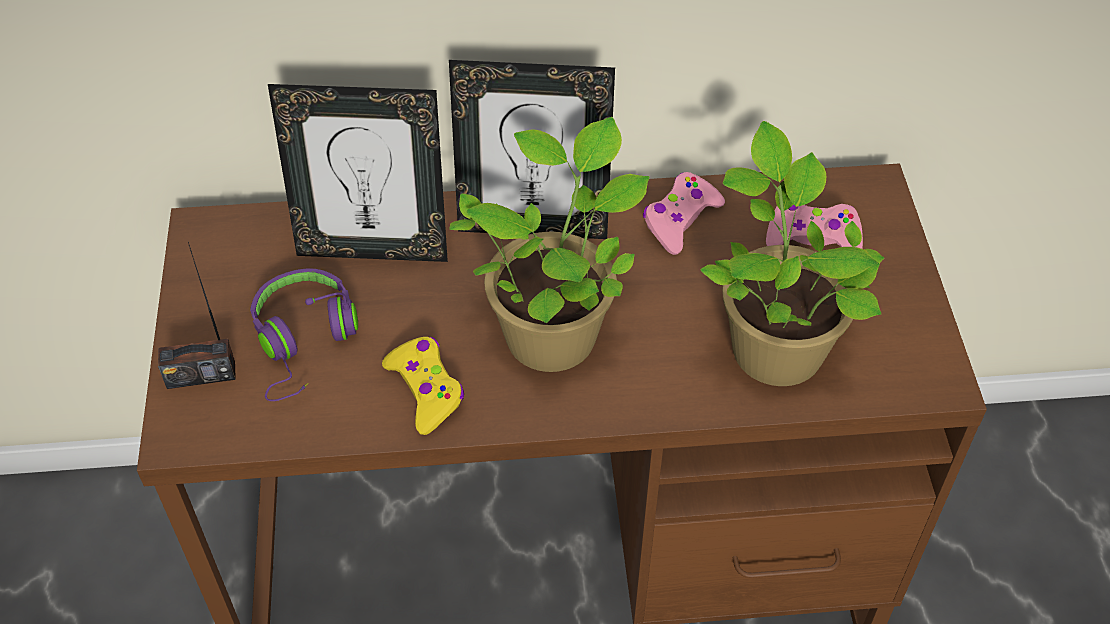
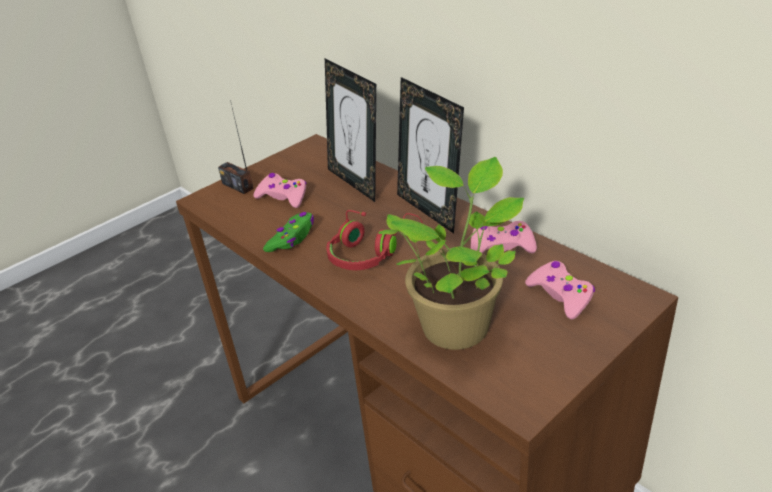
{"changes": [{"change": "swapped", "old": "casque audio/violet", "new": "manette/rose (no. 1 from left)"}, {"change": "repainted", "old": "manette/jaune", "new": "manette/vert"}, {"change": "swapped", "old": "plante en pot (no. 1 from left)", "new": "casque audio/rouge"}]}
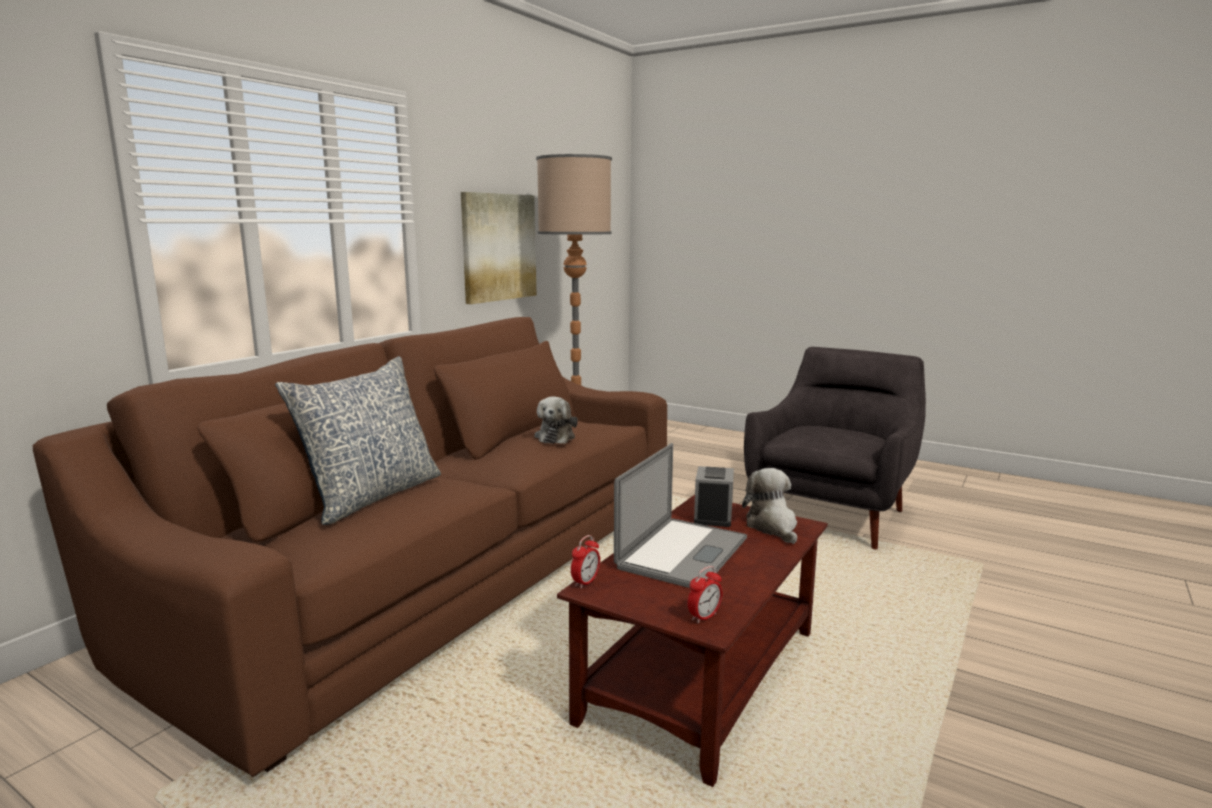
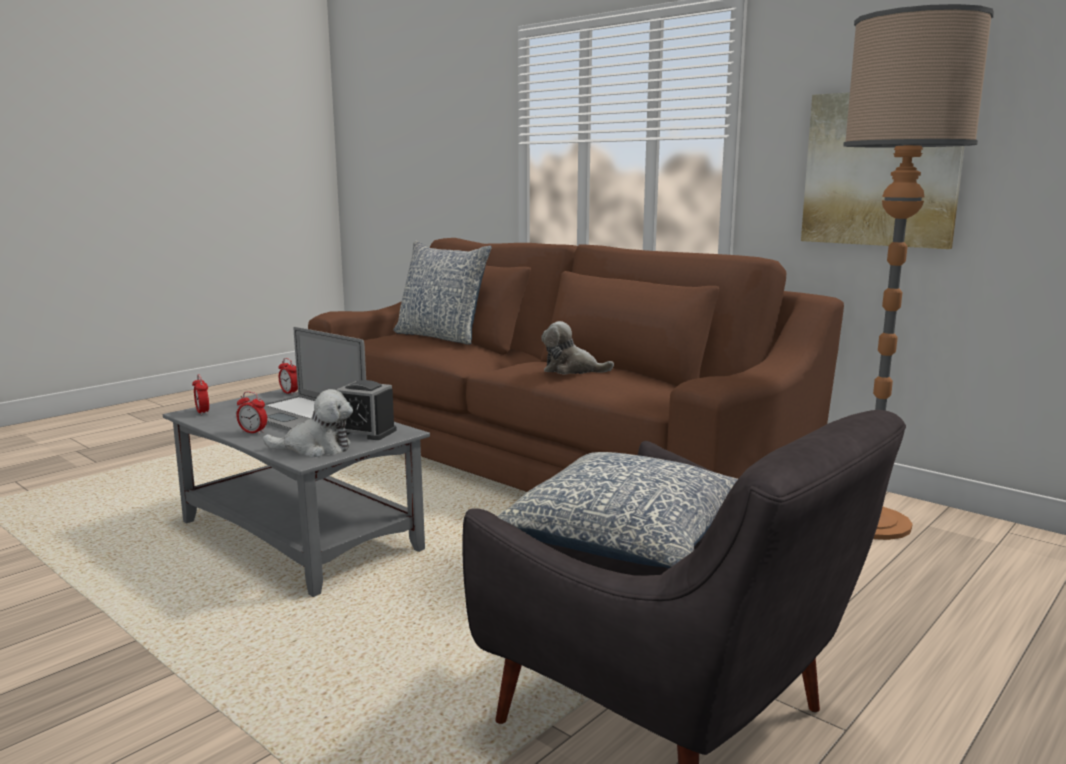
{"changes": [{"change": "repainted", "old": "table basse/marron", "new": "table basse/gris"}, {"change": "new", "new": "réveil (no. 2 from left)"}, {"change": "new", "new": "coussin (no. 2 from left)"}]}
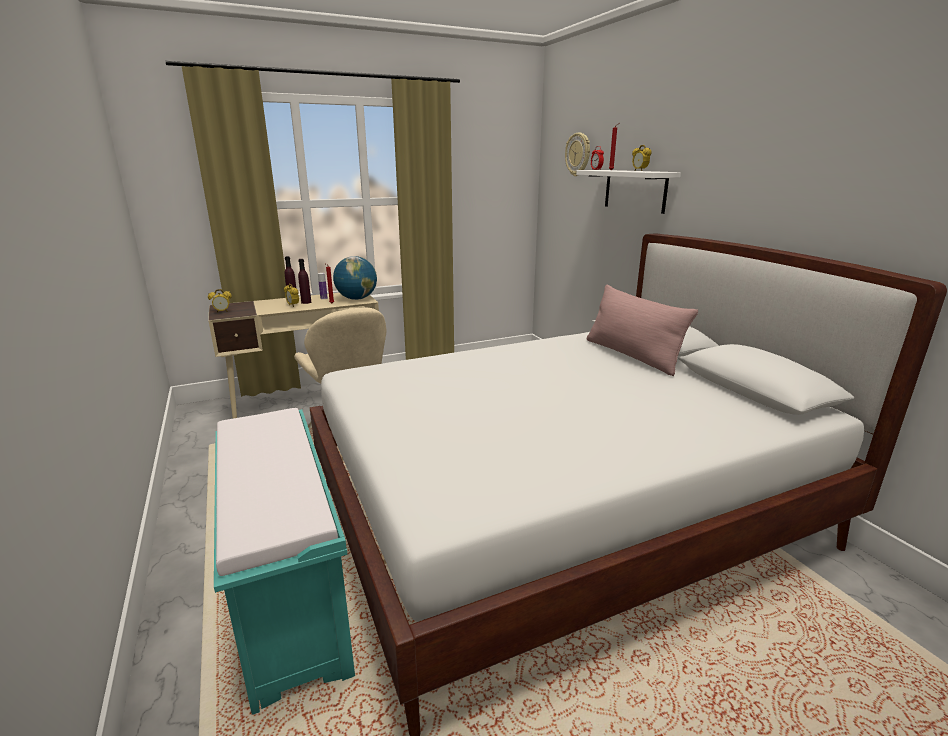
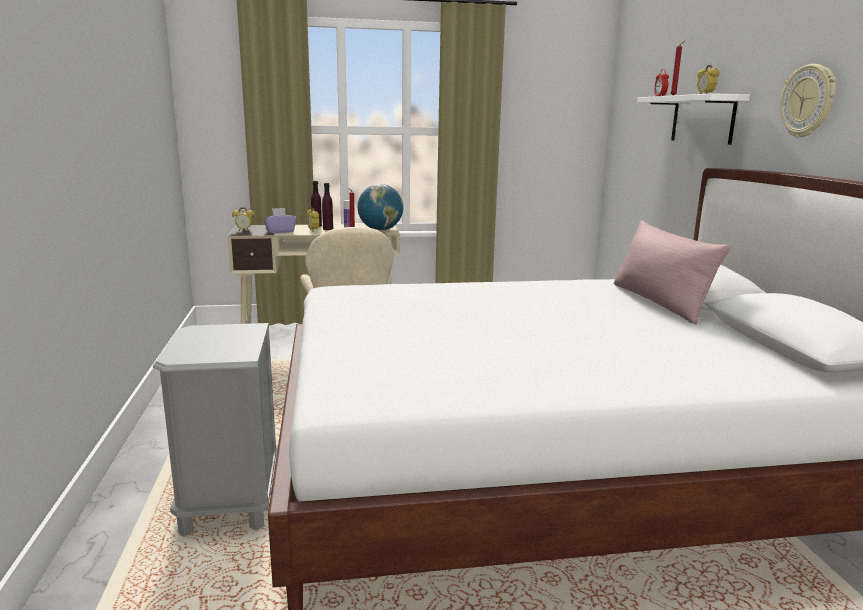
{"changes": [{"change": "swapped", "old": "banc/turquoise", "new": "table de chevet/gris"}, {"change": "new", "new": "boîte à mouchoirs/violet"}, {"change": "shifted", "old": "horloge murale"}]}
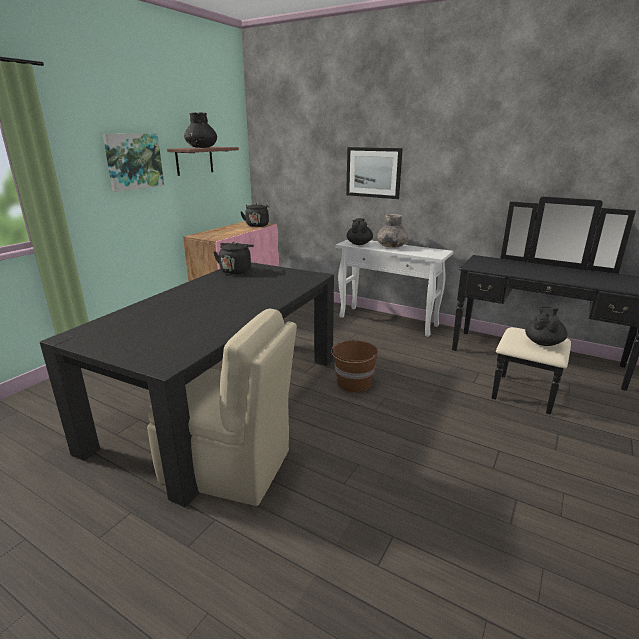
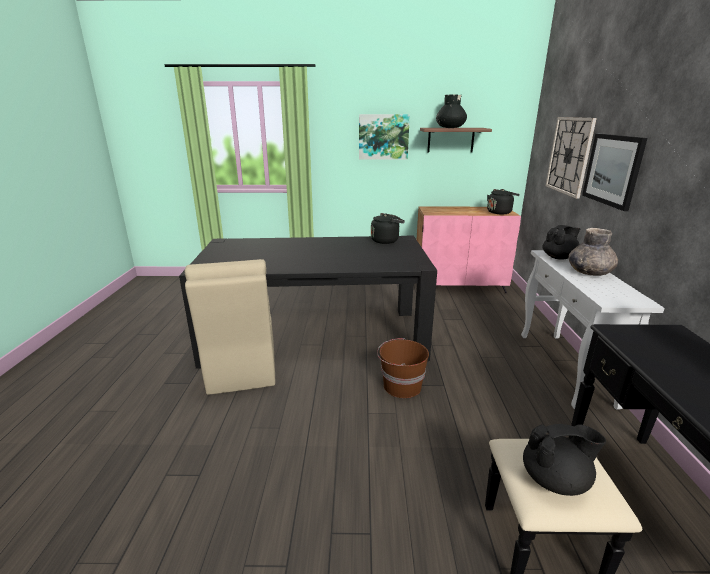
{"changes": [{"change": "new", "new": "horloge murale"}]}
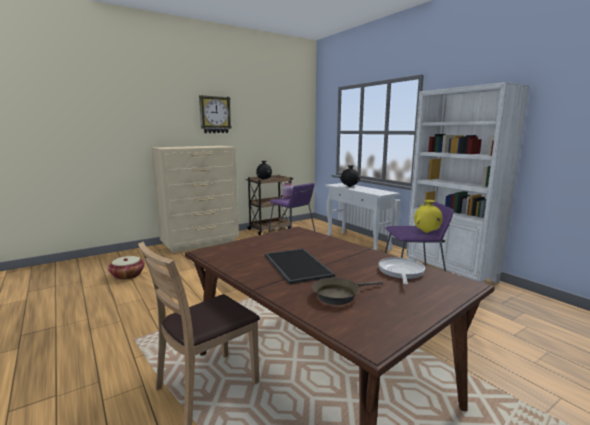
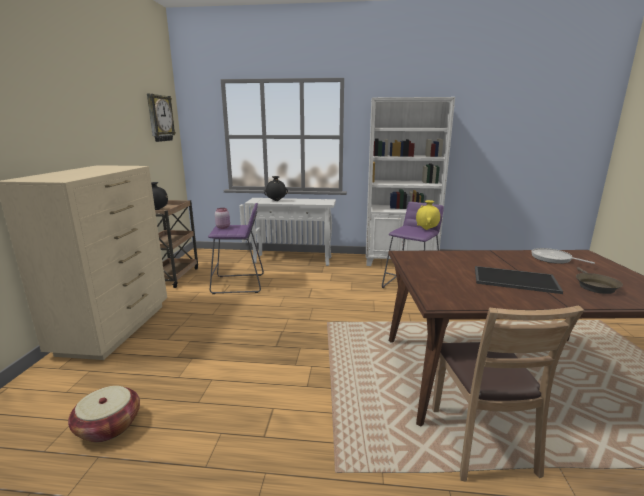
{"changes": [{"change": "shifted", "old": "horloge murale"}]}
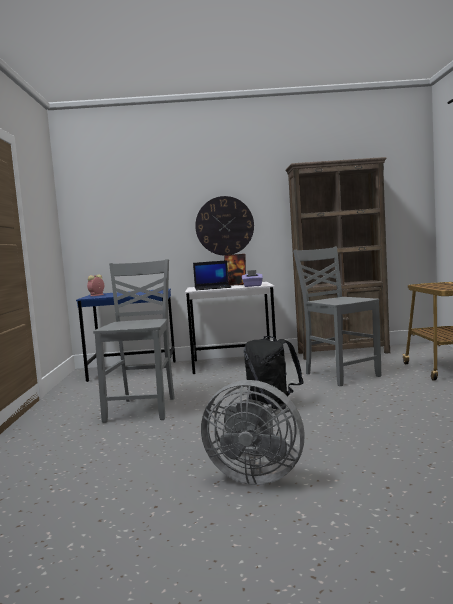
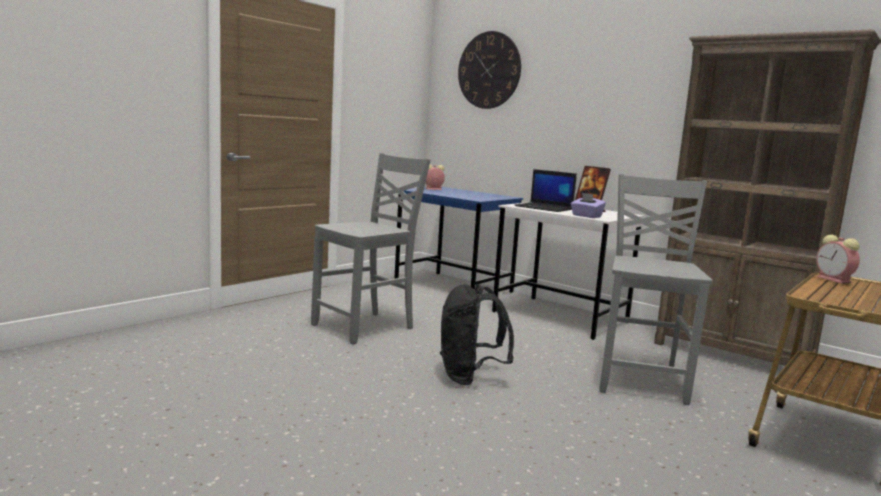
{"changes": [{"change": "shifted", "old": "horloge murale"}, {"change": "new", "new": "réveil (no. 2 from left)"}, {"change": "gone", "old": "ventilateur/gris"}]}
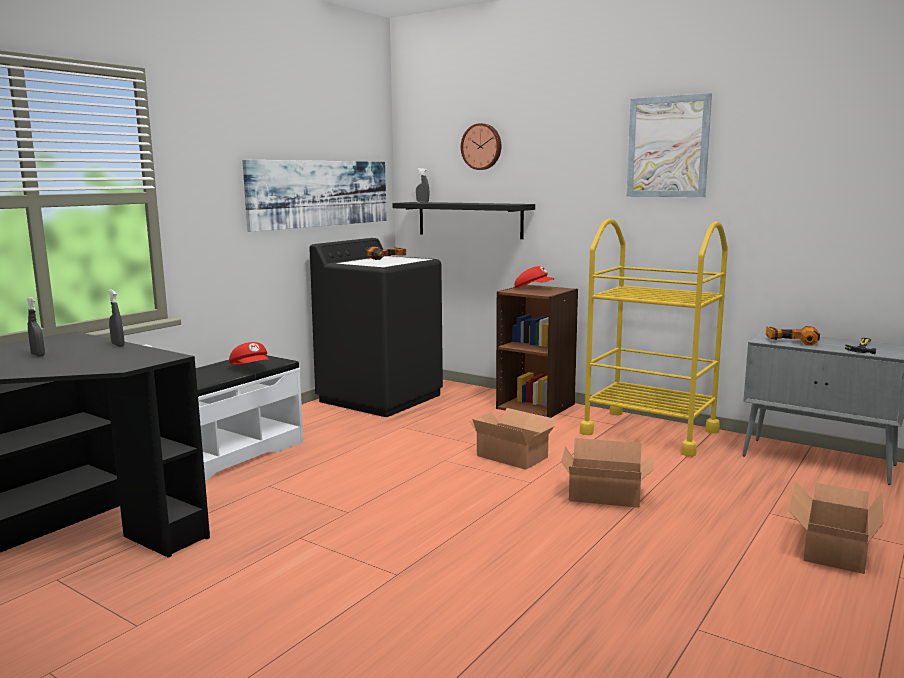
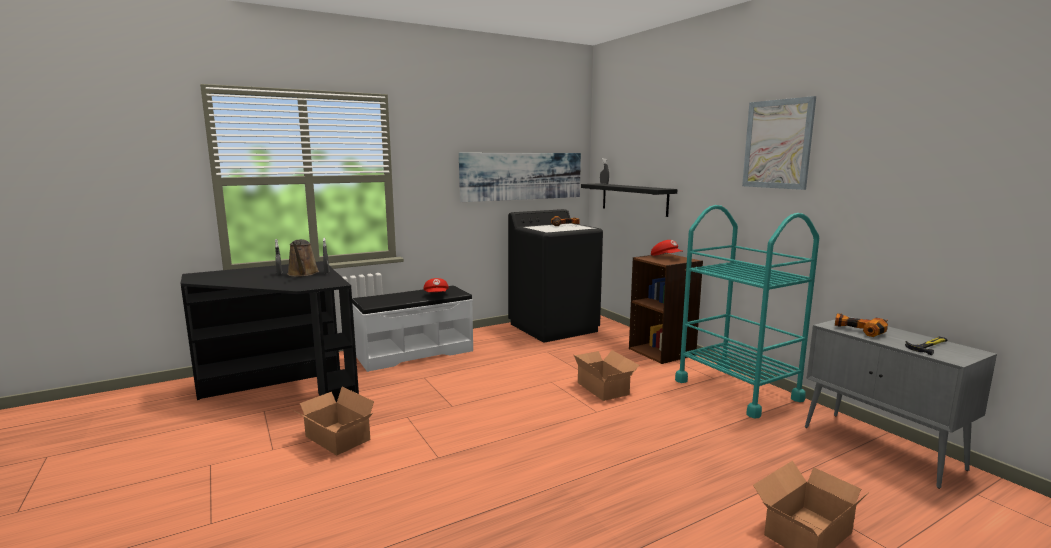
{"changes": [{"change": "new", "new": "arrosoir/marron"}, {"change": "shifted", "old": "carton (no. 2 from left in the first image)", "new": "carton (no. 1 from left)"}, {"change": "repainted", "old": "chariot/jaune", "new": "chariot/turquoise"}, {"change": "gone", "old": "horloge murale"}]}
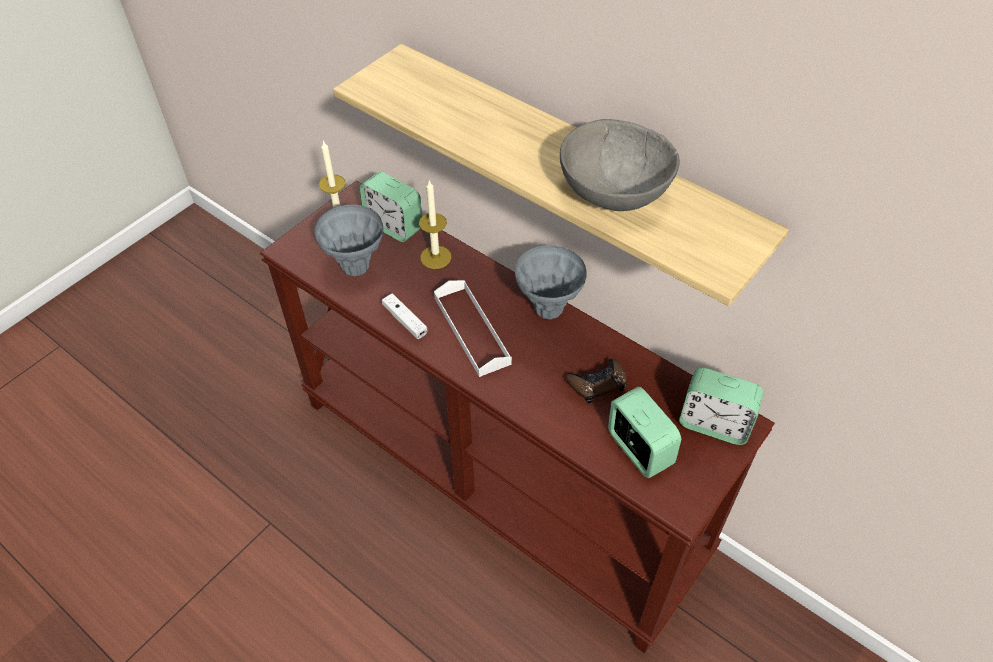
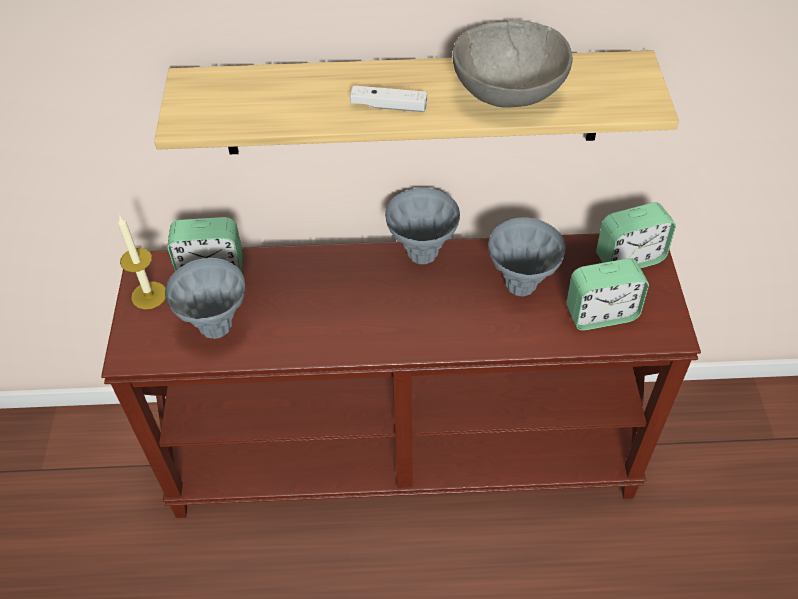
{"changes": [{"change": "shifted", "old": "manette/blanc"}, {"change": "swapped", "old": "manette/marron", "new": "vase/gris (no. 3 from left)"}, {"change": "rotated", "old": "réveil (no. 2 from left)", "degrees": 150}, {"change": "gone", "old": "bougie (no. 2 from left)"}, {"change": "gone", "old": "plateau/blanc"}]}
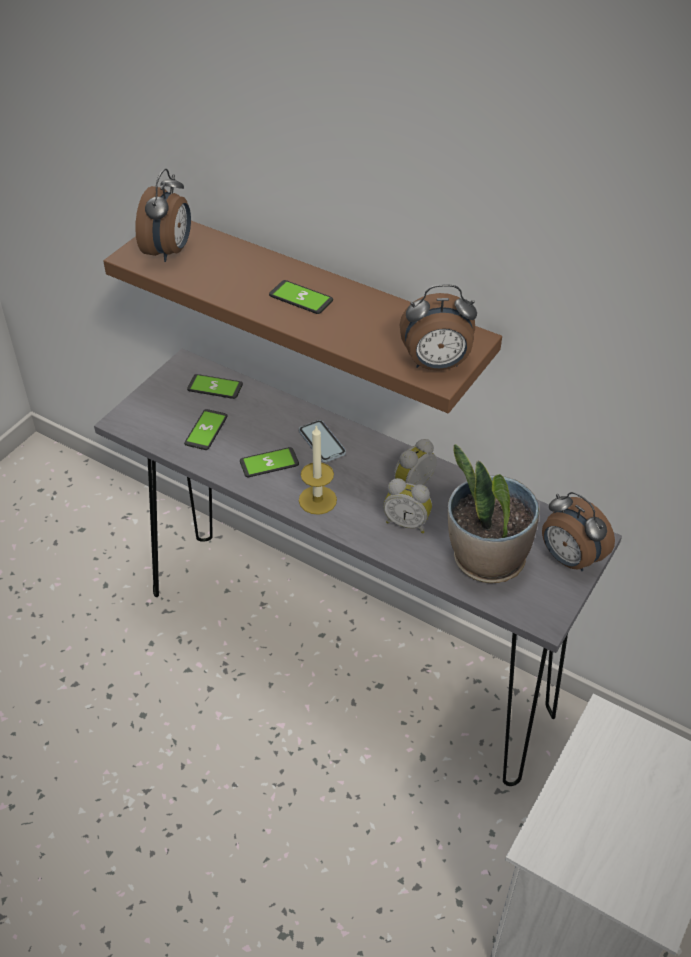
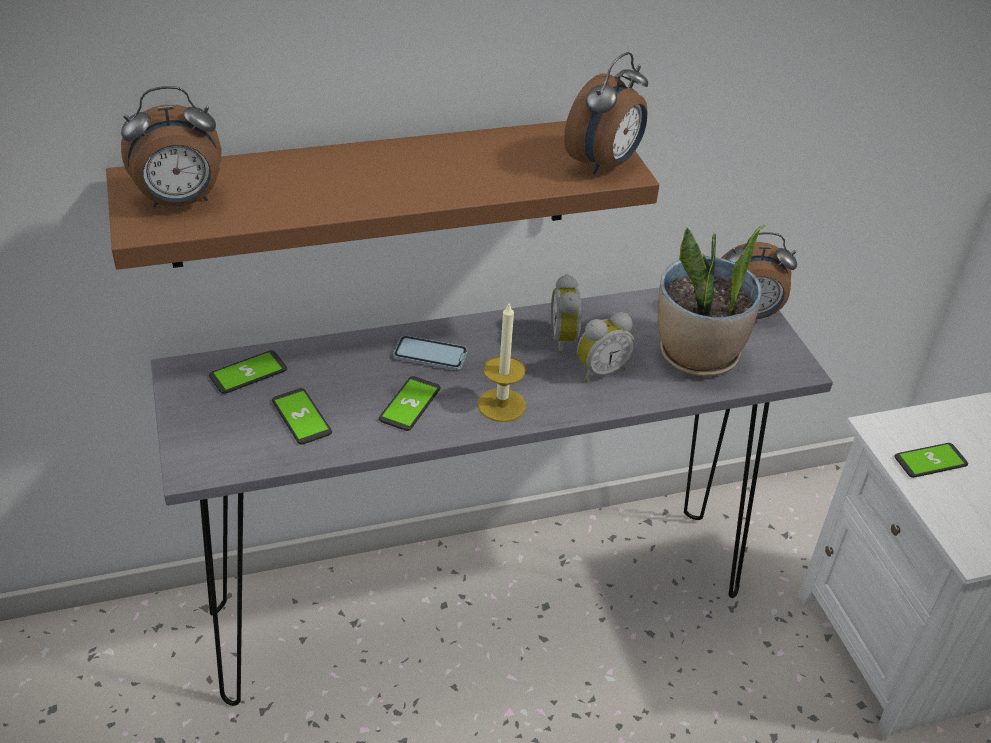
{"changes": [{"change": "rotated", "old": "réveil (no. 1 from left)", "degrees": 105}, {"change": "shifted", "old": "téléphone (no. 4 from left in the first image)", "new": "téléphone (no. 5 from left)"}]}
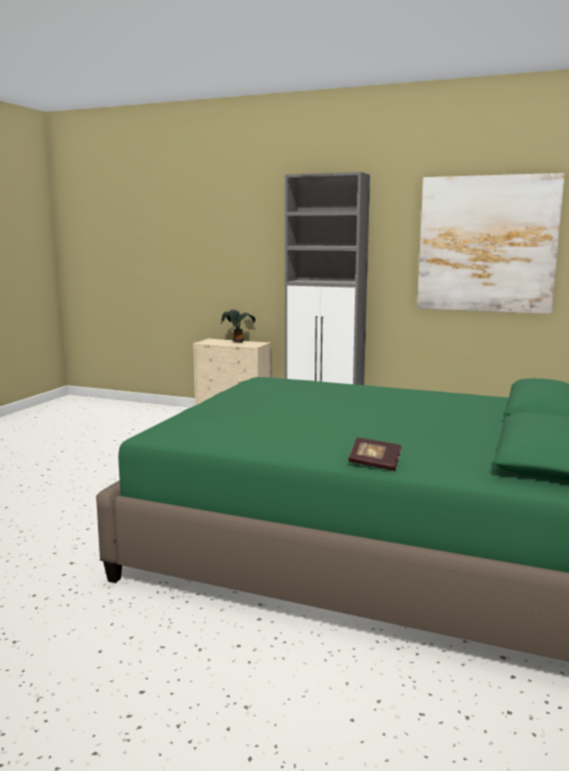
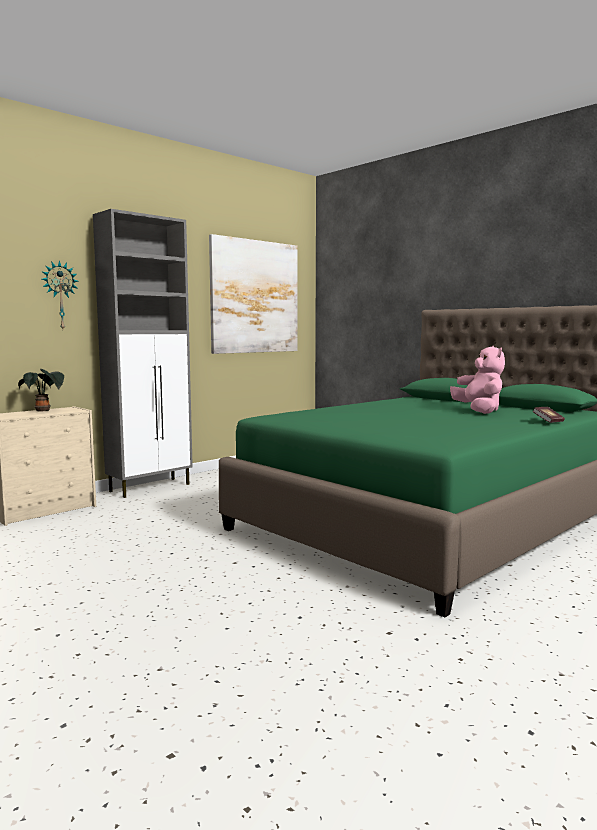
{"changes": [{"change": "new", "new": "horloge murale"}, {"change": "new", "new": "peluche/rose"}]}
